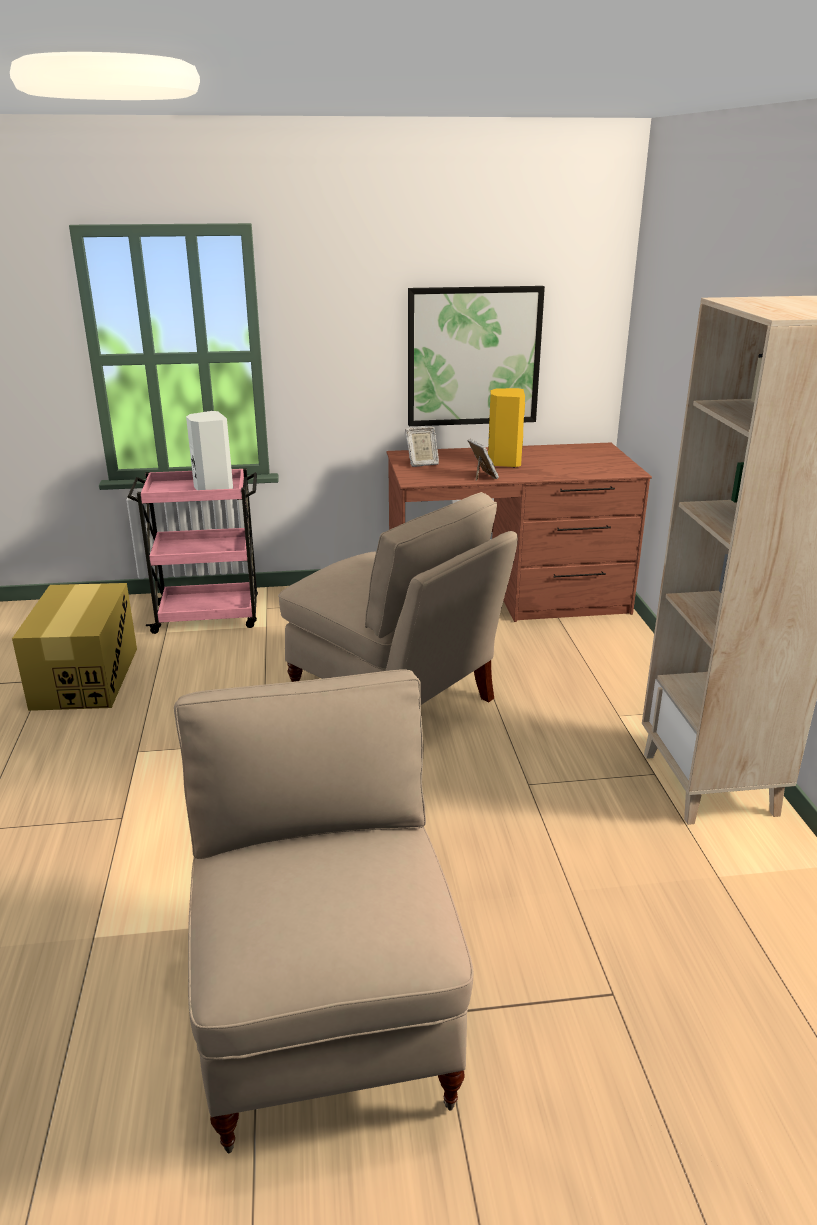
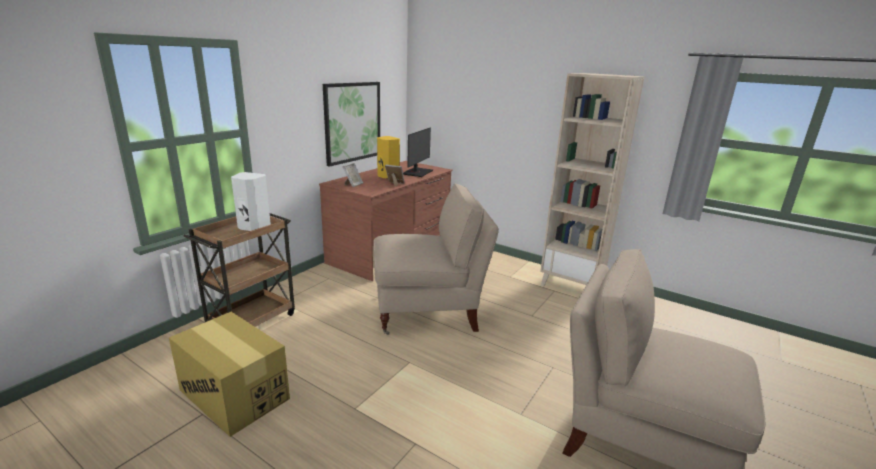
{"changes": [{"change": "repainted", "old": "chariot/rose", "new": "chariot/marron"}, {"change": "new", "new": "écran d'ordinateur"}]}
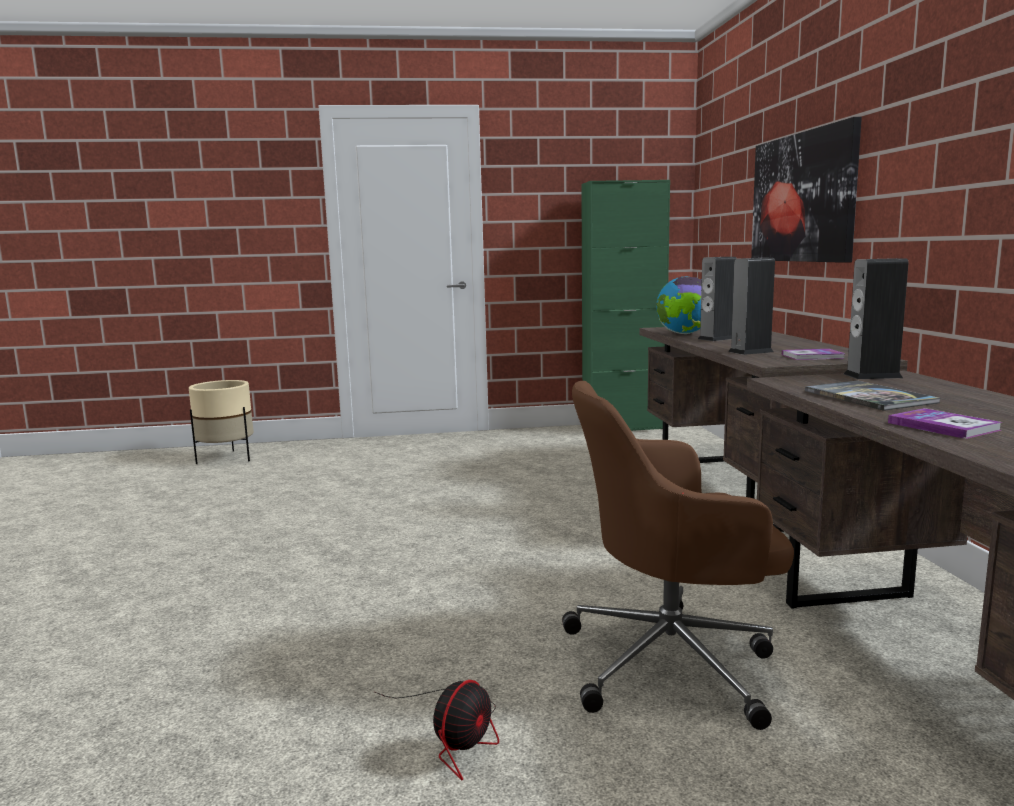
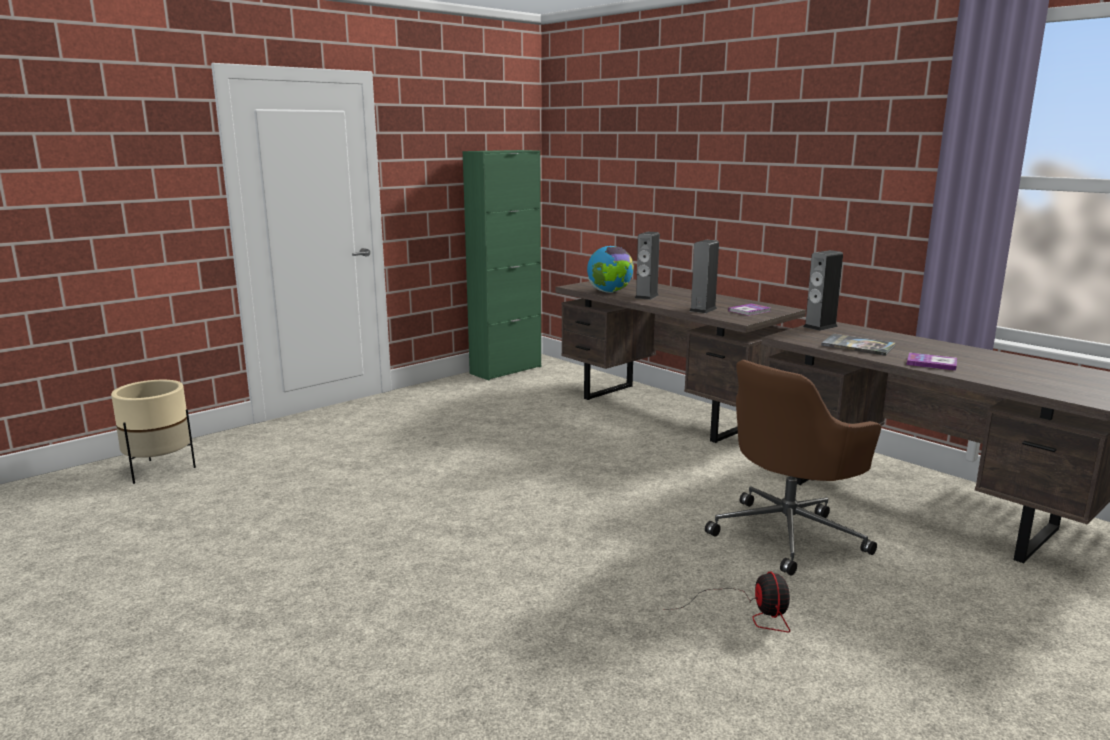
{"changes": [{"change": "gone", "old": "tableau"}]}
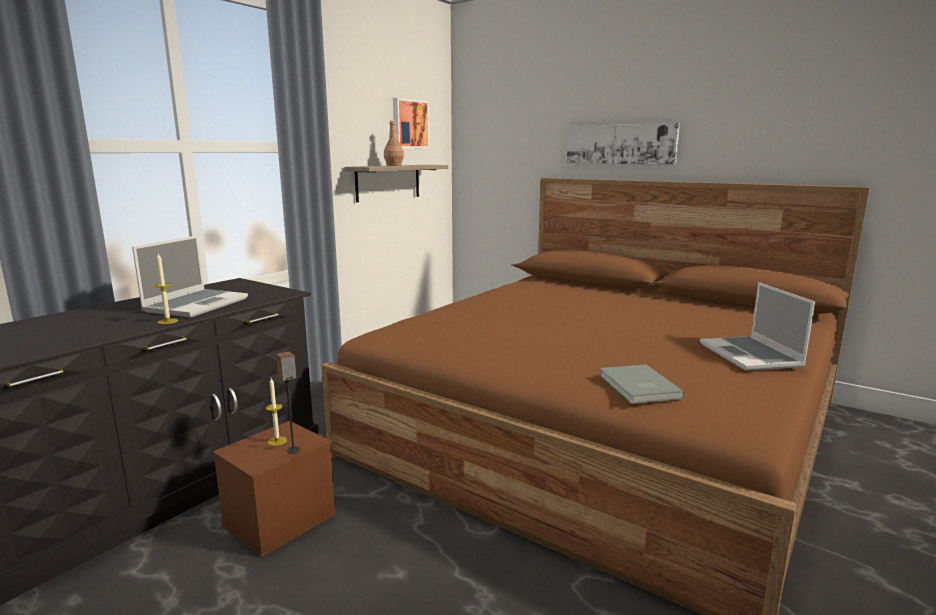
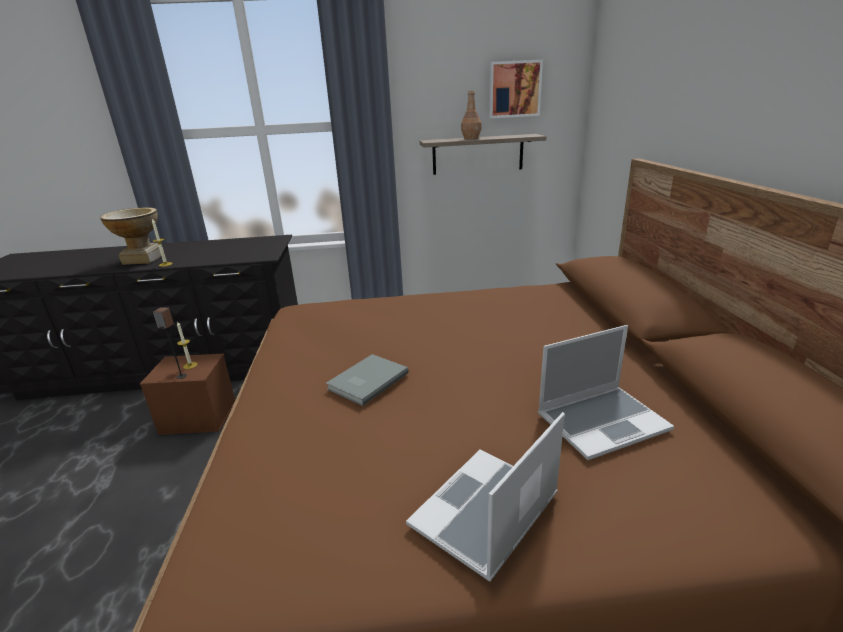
{"changes": [{"change": "new", "new": "vase"}, {"change": "shifted", "old": "livre/gris"}, {"change": "shifted", "old": "ordinateur portable (no. 1 from left in the first image)", "new": "ordinateur portable (no. 2 from left)"}, {"change": "gone", "old": "tableau (no. 2 from left)"}]}
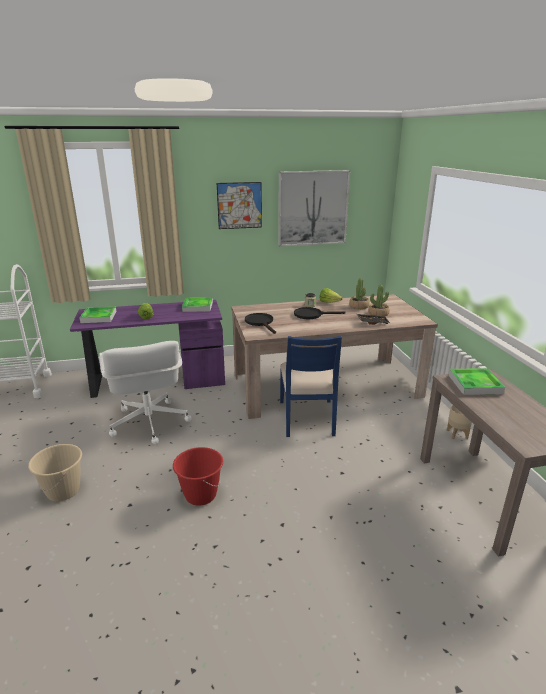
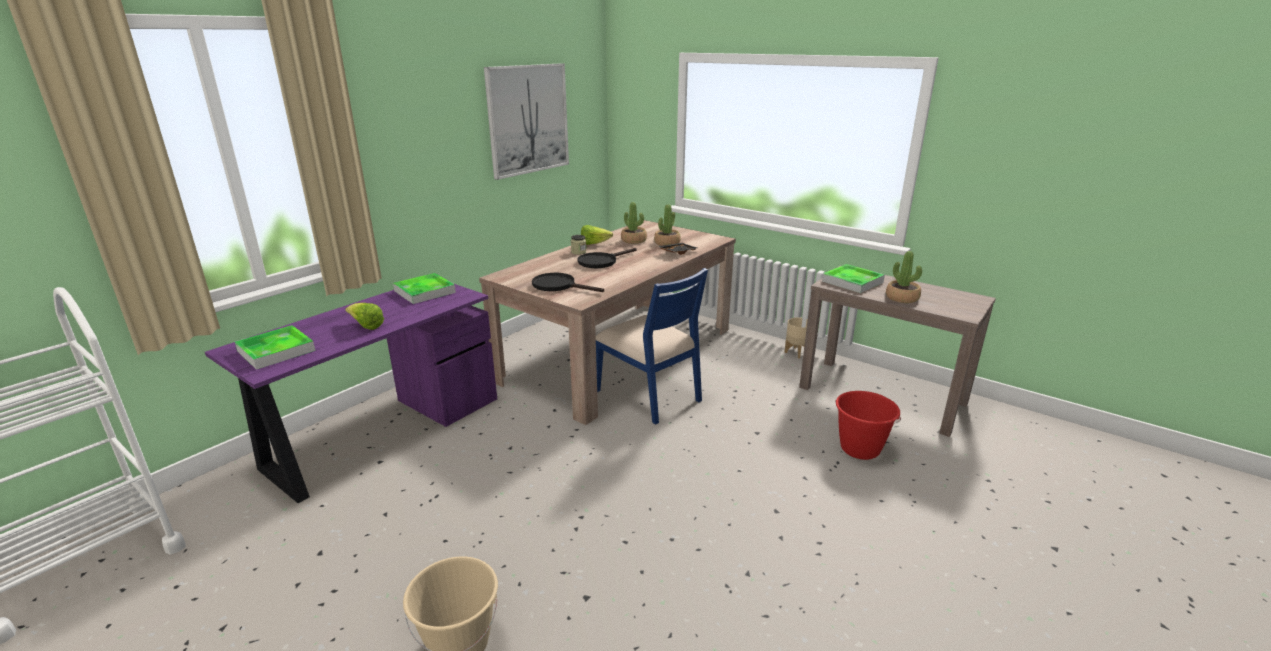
{"changes": [{"change": "shifted", "old": "seau/rouge"}, {"change": "new", "new": "plante en pot (no. 3 from left)"}, {"change": "gone", "old": "chaise de bureau/blanc"}, {"change": "gone", "old": "tableau (no. 1 from left)"}]}
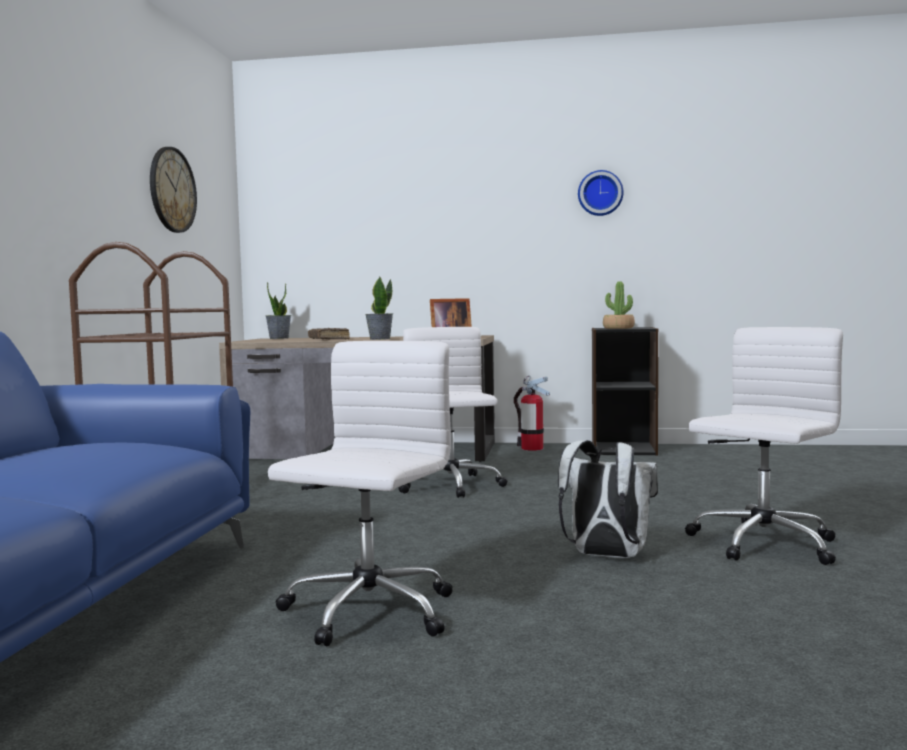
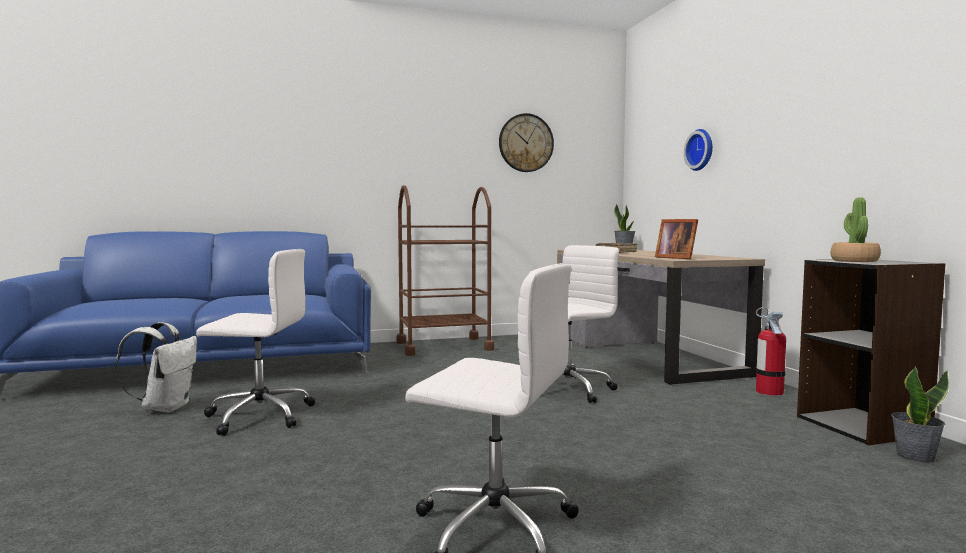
{"changes": [{"change": "shifted", "old": "sac à dos/blanc"}, {"change": "shifted", "old": "horloge murale (no. 2 from left)"}, {"change": "shifted", "old": "plante en pot (no. 2 from left in the first image)", "new": "plante en pot (no. 3 from left)"}]}
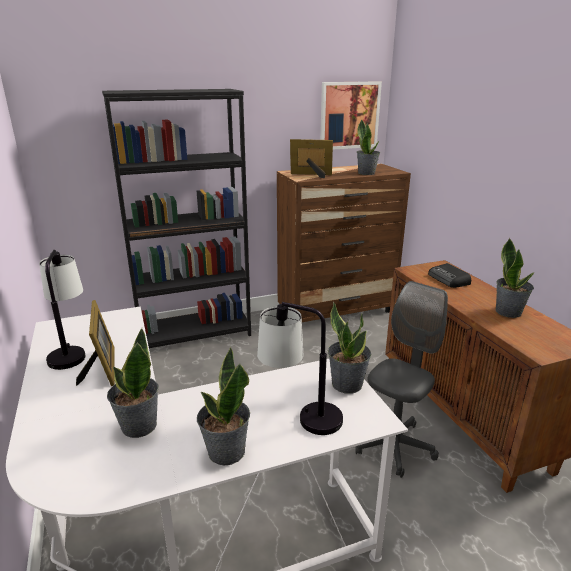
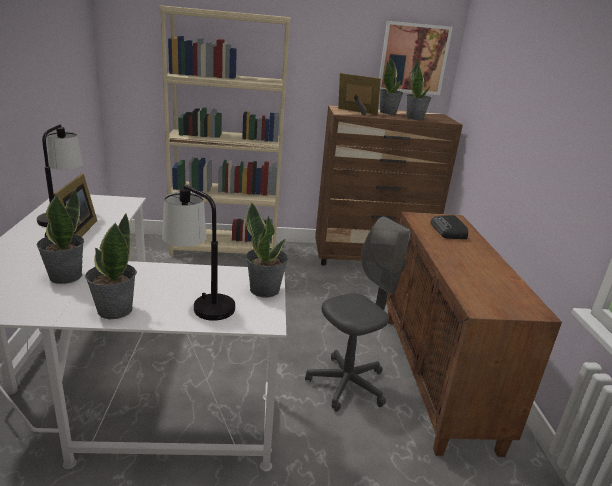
{"changes": [{"change": "repainted", "old": "bibliothèque/noir", "new": "bibliothèque/beige"}, {"change": "shifted", "old": "plante en pot (no. 5 from left in the first image)", "new": "plante en pot (no. 4 from left)"}]}
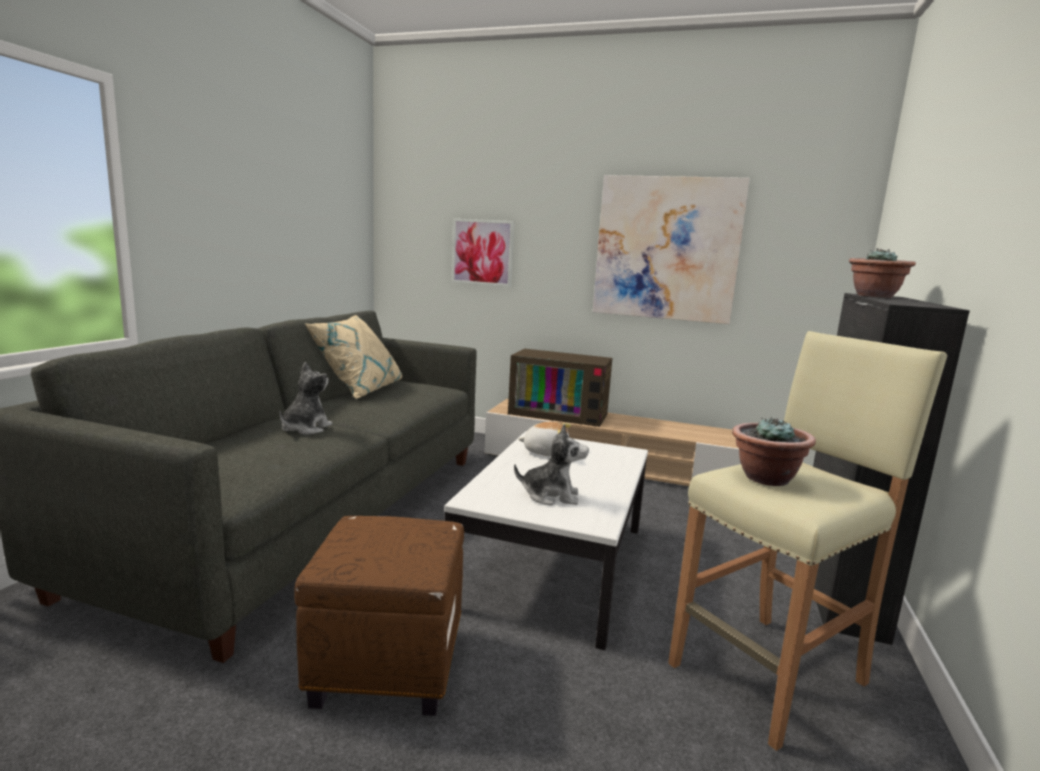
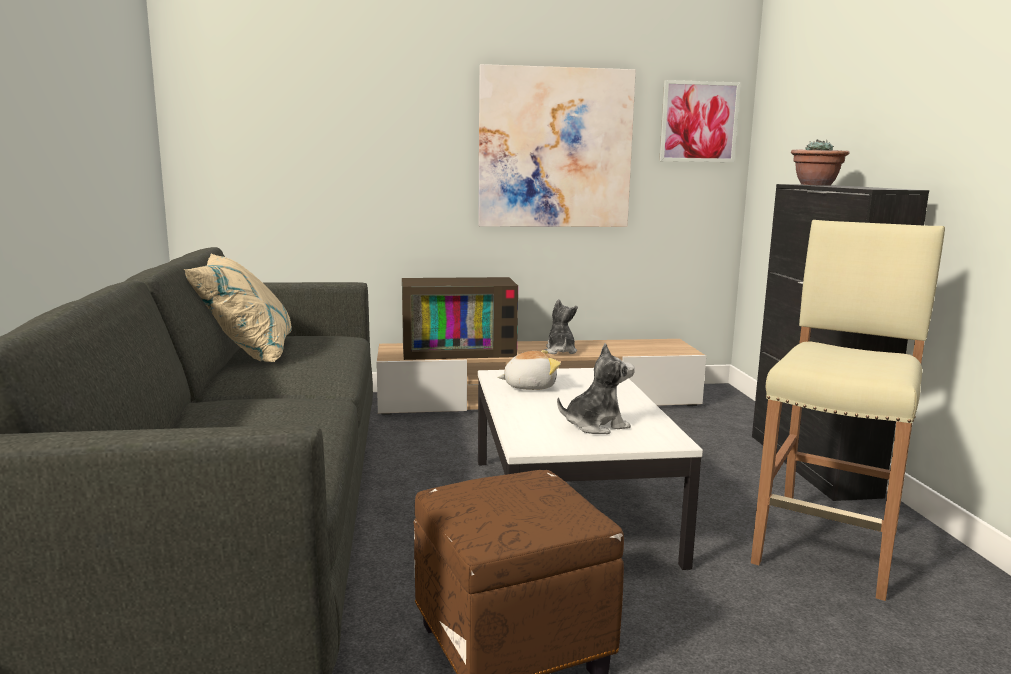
{"changes": [{"change": "shifted", "old": "peluche (no. 1 from left in the first image)", "new": "peluche (no. 2 from left)"}, {"change": "shifted", "old": "tableau (no. 1 from left in the first image)", "new": "tableau (no. 2 from left)"}, {"change": "gone", "old": "plante en pot (no. 1 from left)"}]}
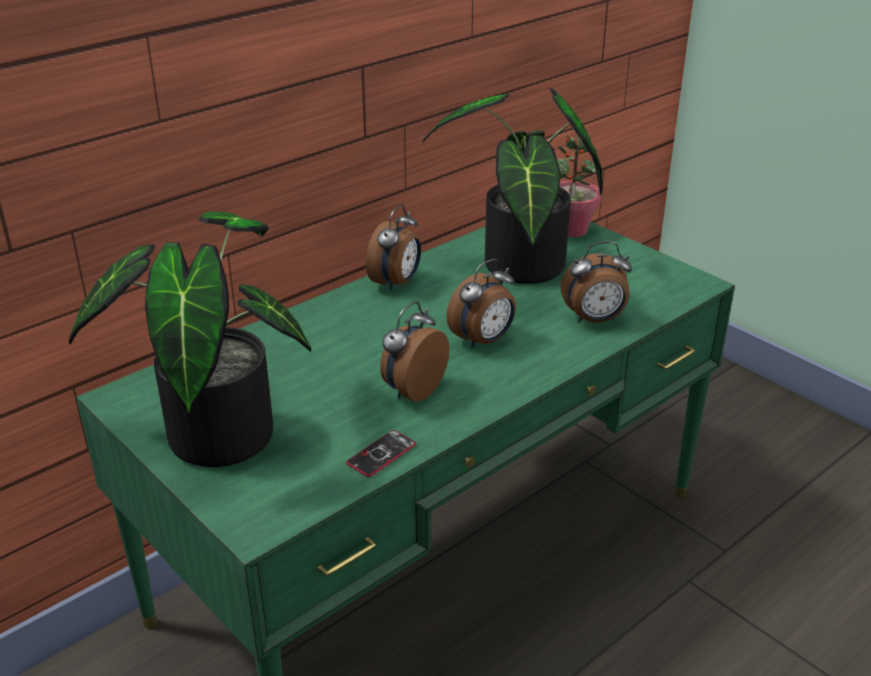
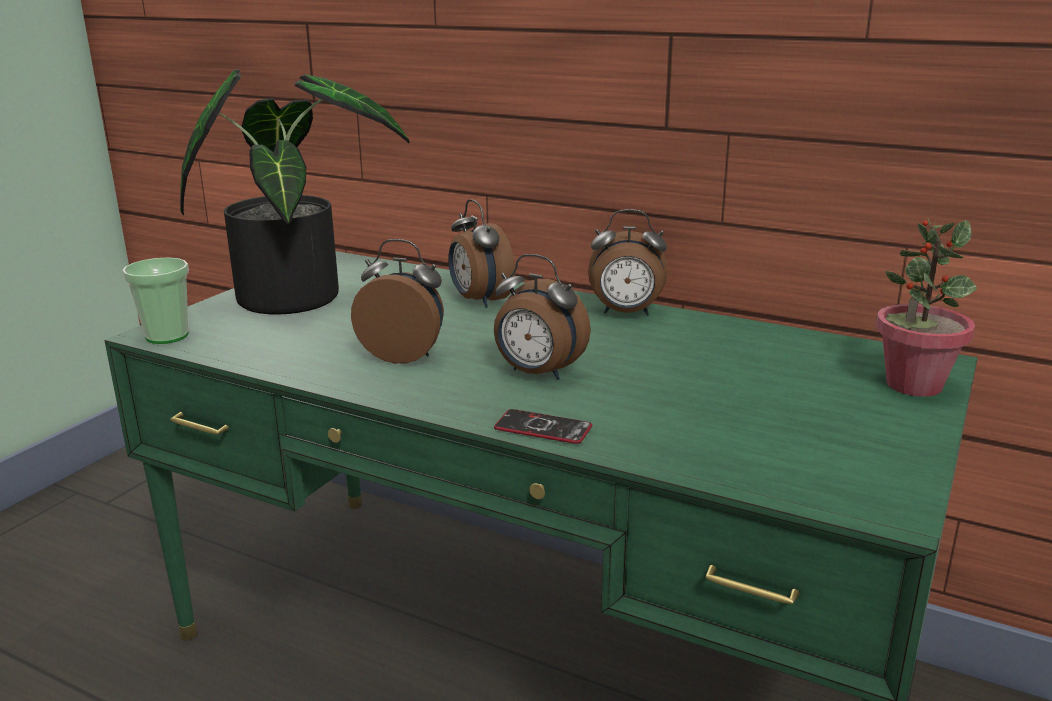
{"changes": [{"change": "new", "new": "tasse"}, {"change": "shifted", "old": "réveil (no. 4 from left in the first image)", "new": "réveil (no. 2 from left)"}, {"change": "shifted", "old": "téléphone"}, {"change": "gone", "old": "plante en pot (no. 2 from left)"}]}
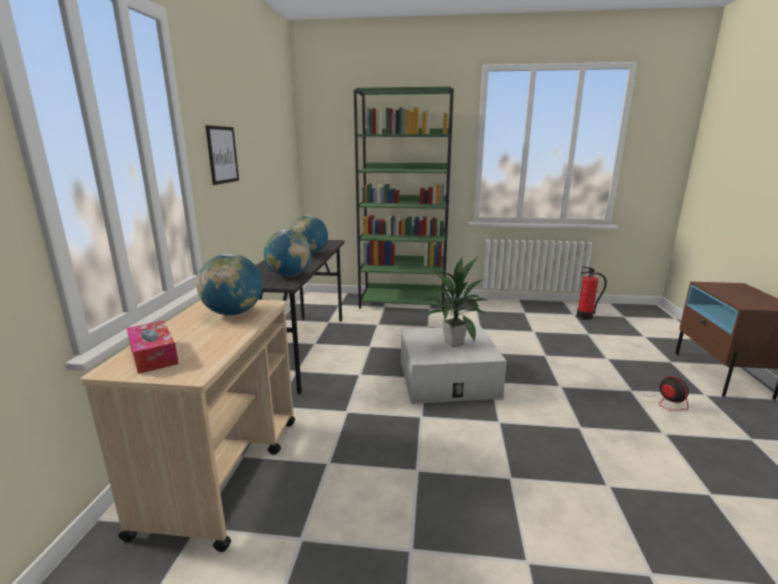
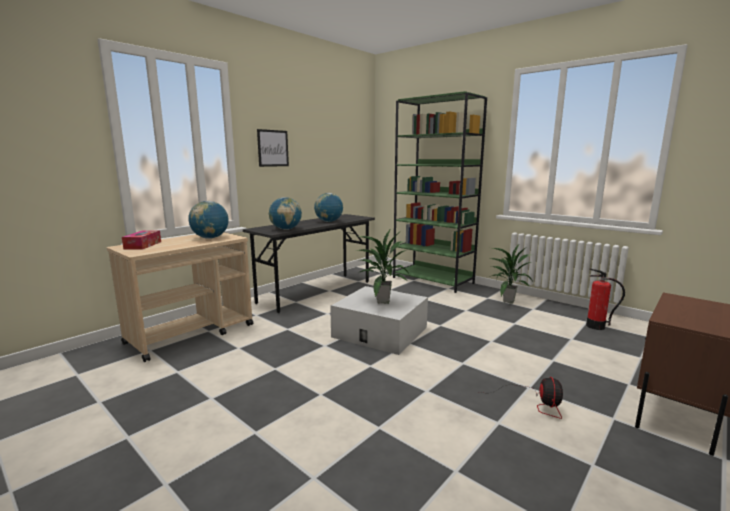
{"changes": [{"change": "new", "new": "plante en pot (no. 2 from left)"}]}
